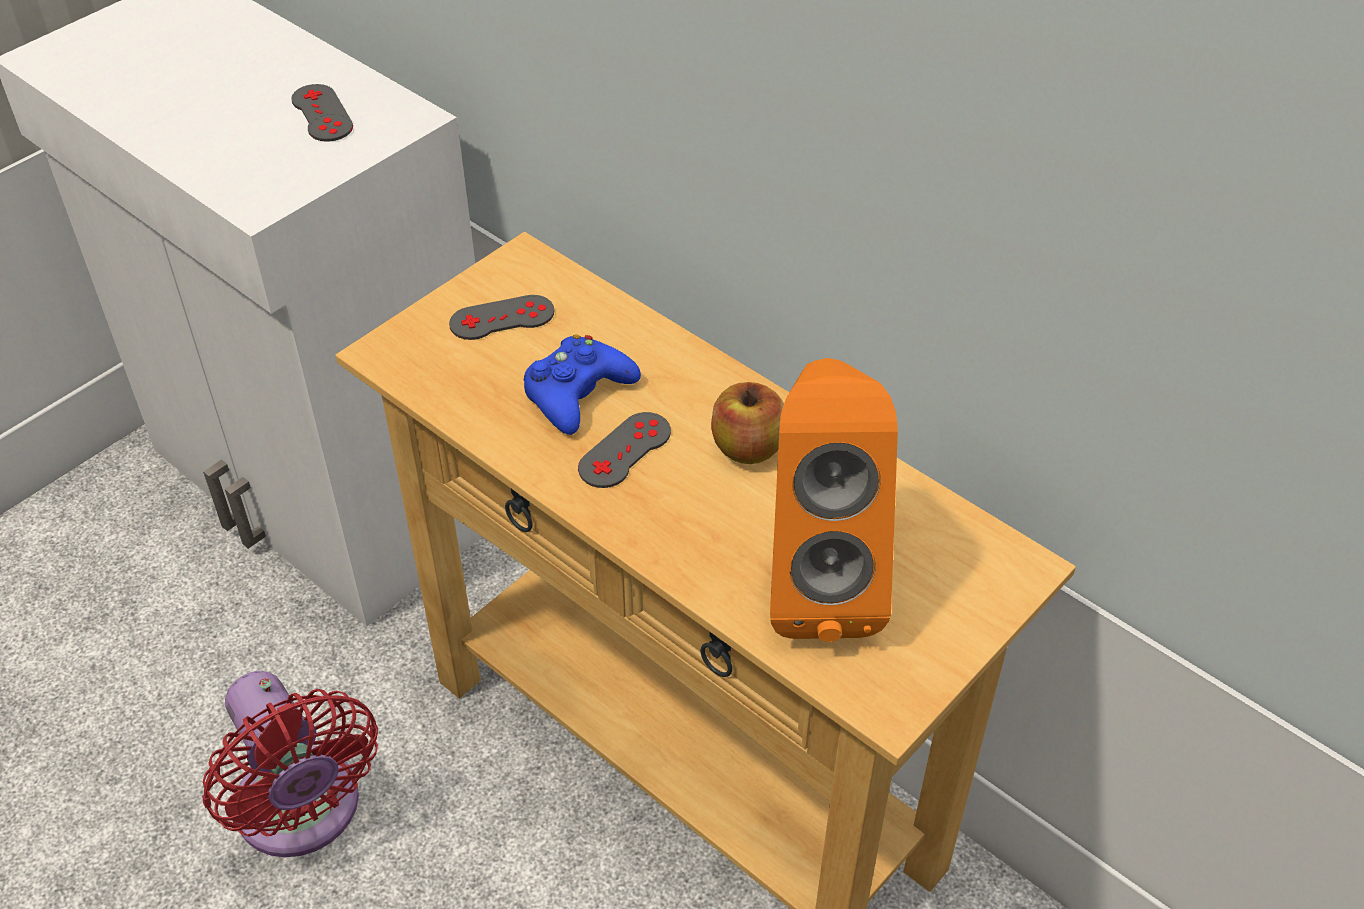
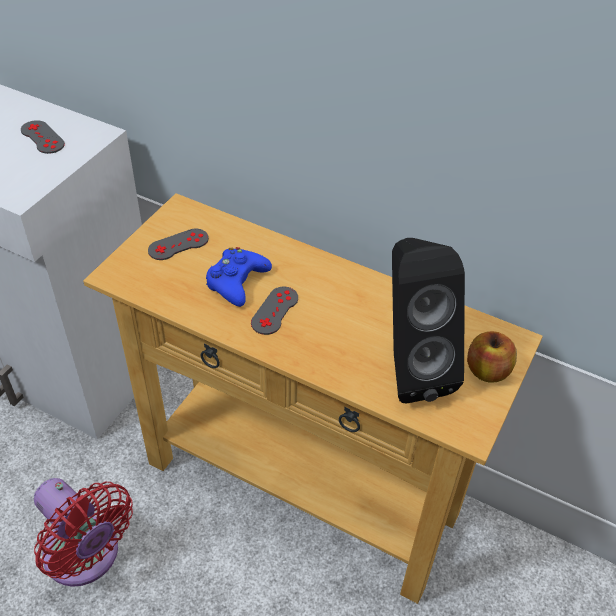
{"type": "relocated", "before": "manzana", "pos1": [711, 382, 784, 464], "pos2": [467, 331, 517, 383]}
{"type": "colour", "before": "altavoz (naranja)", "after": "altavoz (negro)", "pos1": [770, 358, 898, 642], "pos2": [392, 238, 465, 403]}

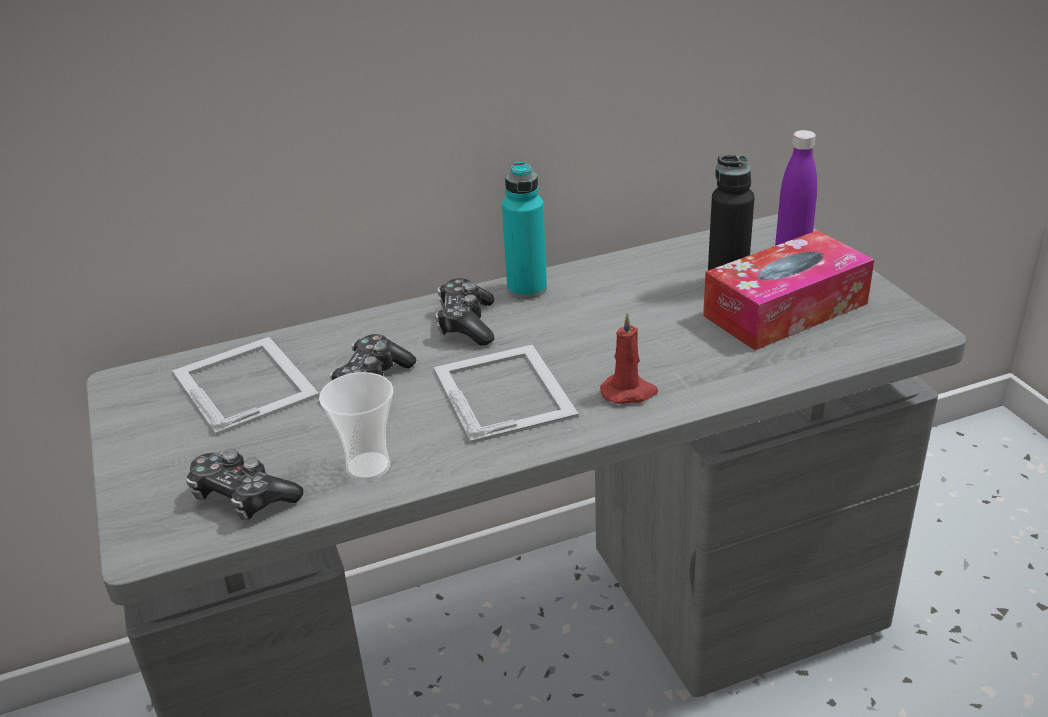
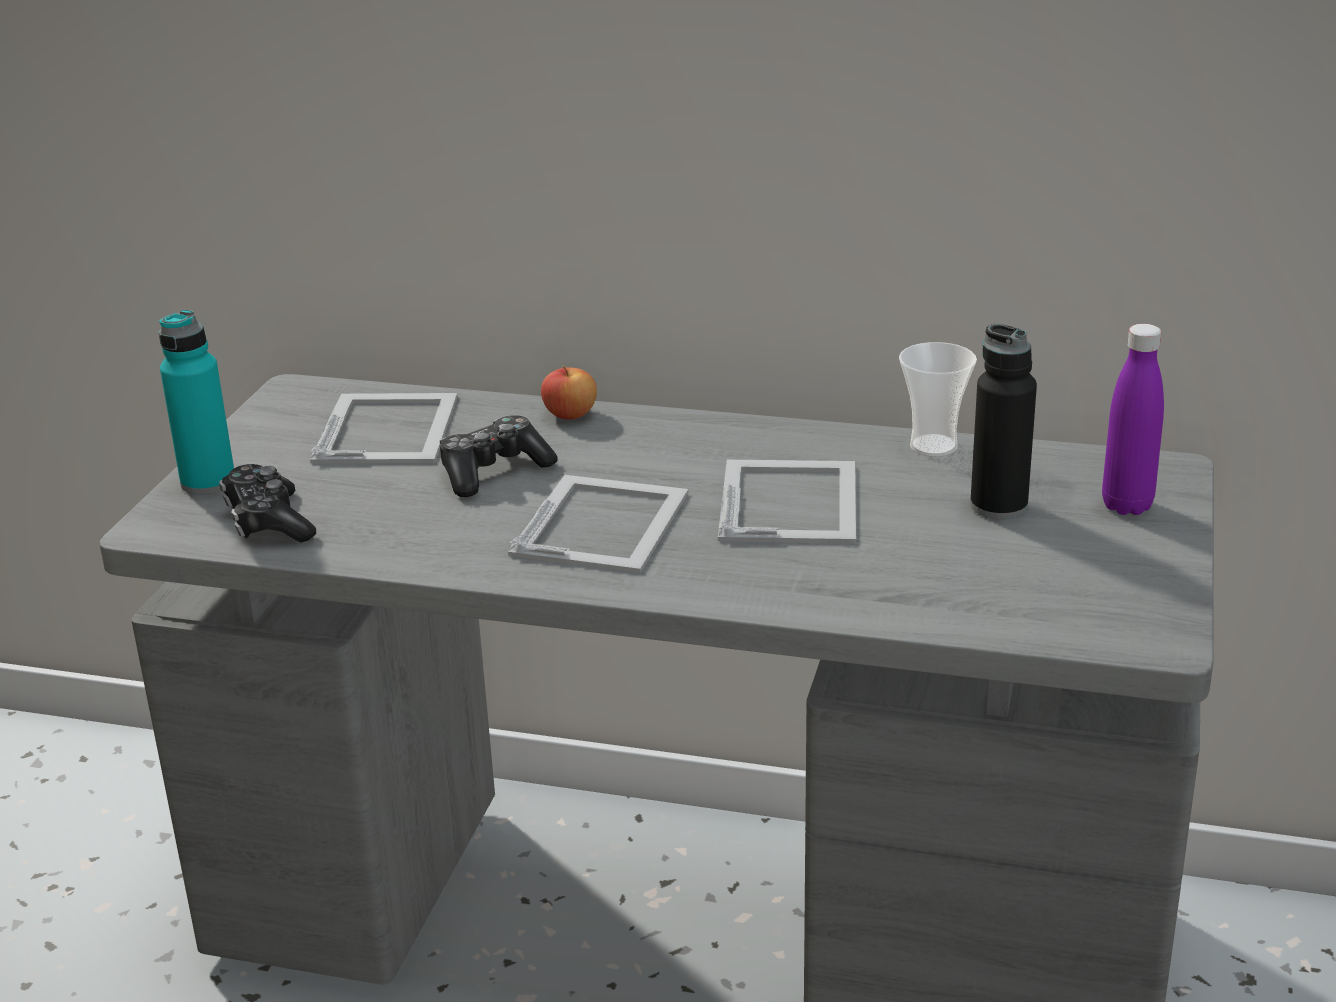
{"type": "missing", "before": "mando de consola", "pos1": [435, 278, 495, 345]}
{"type": "missing", "before": "vela (rojo)", "pos1": [600, 313, 658, 404]}
{"type": "missing", "before": "caja de pañuelos", "pos1": [703, 230, 874, 350]}
{"type": "appeared", "after": "manzana", "pos2": [541, 366, 597, 419]}
{"type": "appeared", "after": "portarretratos", "pos2": [718, 460, 856, 544]}
{"type": "relocated", "before": "taza", "pos1": [319, 372, 393, 481], "pos2": [899, 342, 977, 457]}
{"type": "relocated", "before": "botella (turquesa)", "pos1": [502, 161, 547, 299], "pos2": [159, 310, 234, 495]}

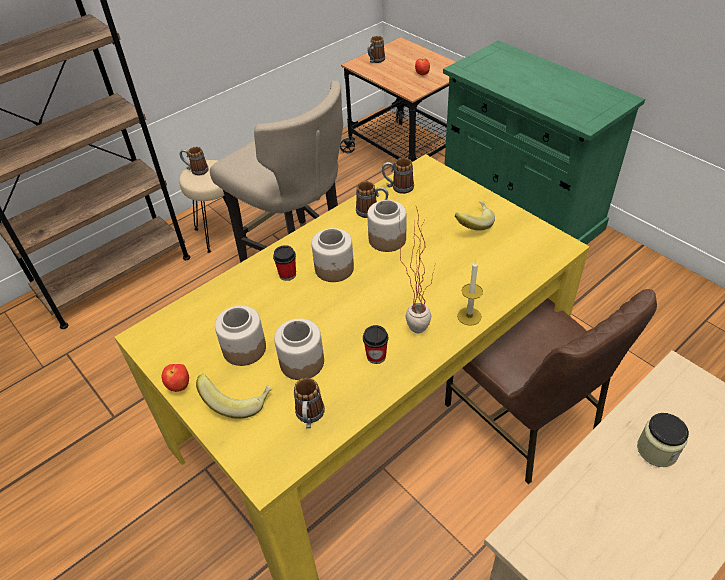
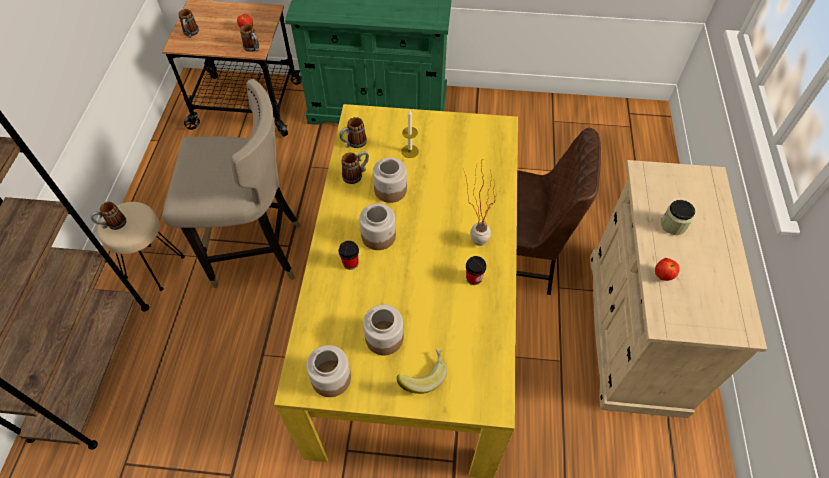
{"type": "missing", "before": "plátano", "pos1": [455, 201, 495, 231]}
{"type": "relocated", "before": "manzana", "pos1": [161, 364, 189, 392], "pos2": [655, 258, 680, 281]}
{"type": "relocated", "before": "tarro", "pos1": [274, 319, 324, 380], "pos2": [306, 345, 351, 397]}
{"type": "relocated", "before": "taza grande", "pos1": [294, 378, 325, 428], "pos2": [240, 24, 259, 52]}
{"type": "relocated", "before": "vela", "pos1": [457, 260, 483, 326], "pos2": [401, 110, 419, 158]}

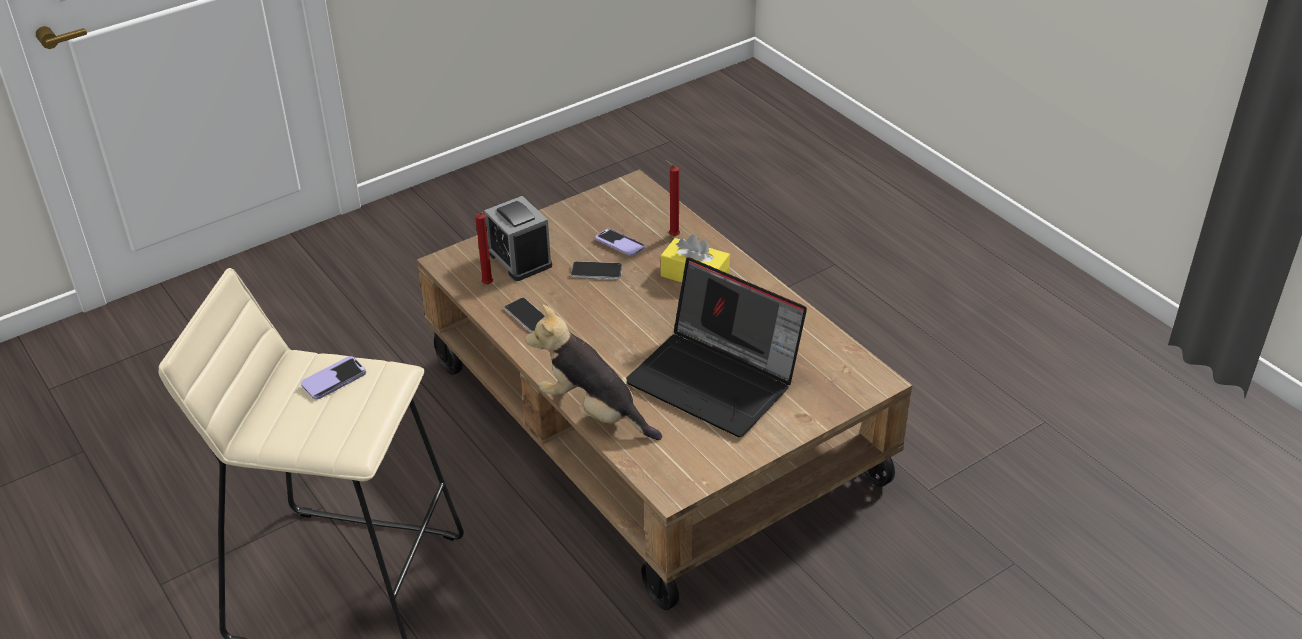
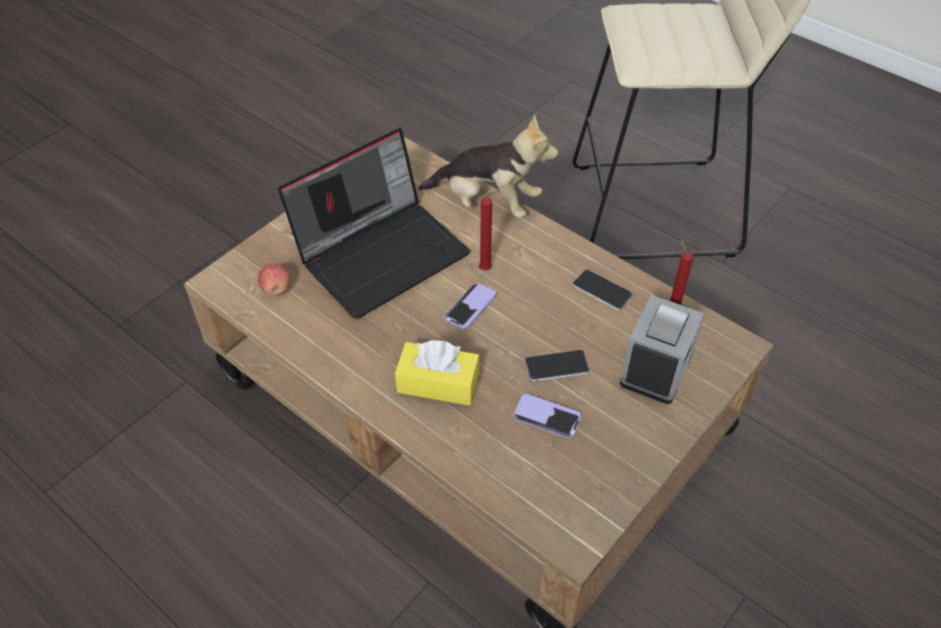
{"type": "appeared", "after": "manzana", "pos2": [258, 264, 291, 296]}
{"type": "relocated", "before": "móvil", "pos1": [301, 356, 366, 400], "pos2": [444, 283, 496, 329]}
{"type": "relocated", "before": "vela (rojo)", "pos1": [665, 160, 680, 237], "pos2": [479, 191, 499, 271]}
{"type": "spun", "before": "despertador", "pos1": [484, 196, 552, 281], "pos2": [620, 295, 704, 404], "turn": 75}
{"type": "spun", "before": "portátil", "pos1": [626, 257, 807, 437], "pos2": [278, 128, 470, 319], "turn": 120}

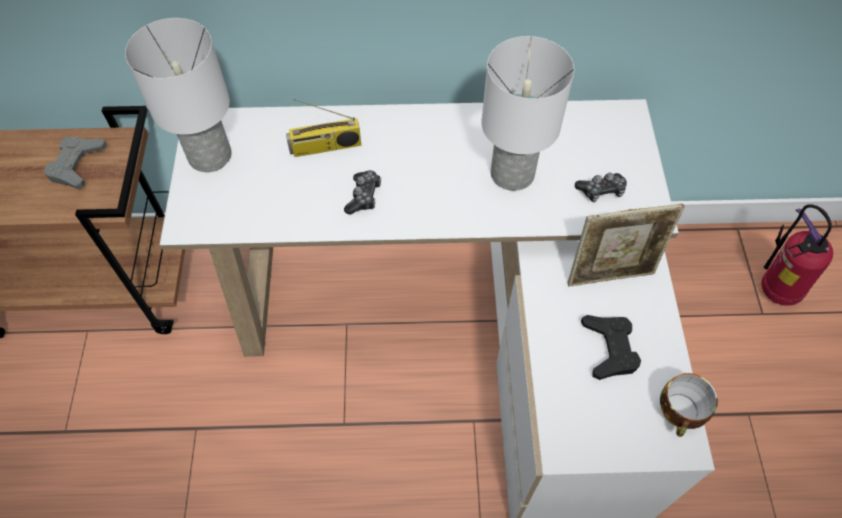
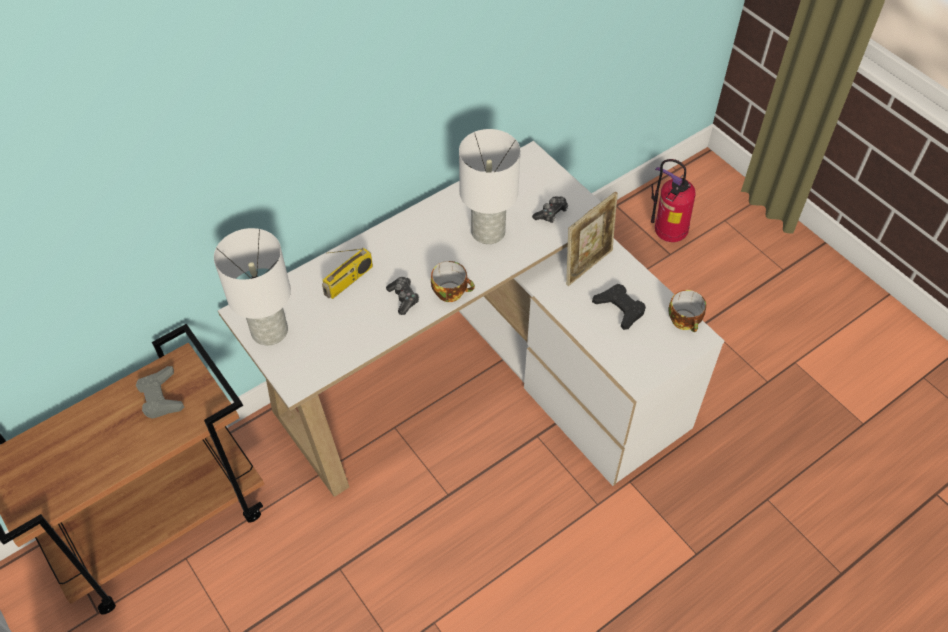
{"type": "appeared", "after": "taza", "pos2": [431, 261, 475, 302]}

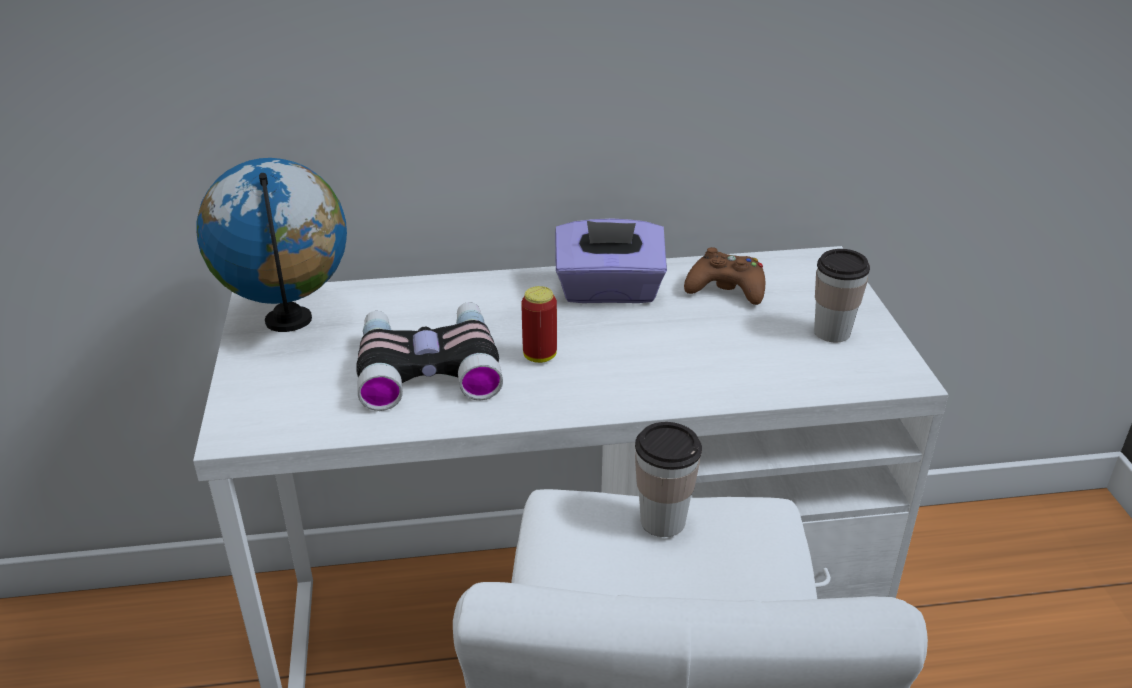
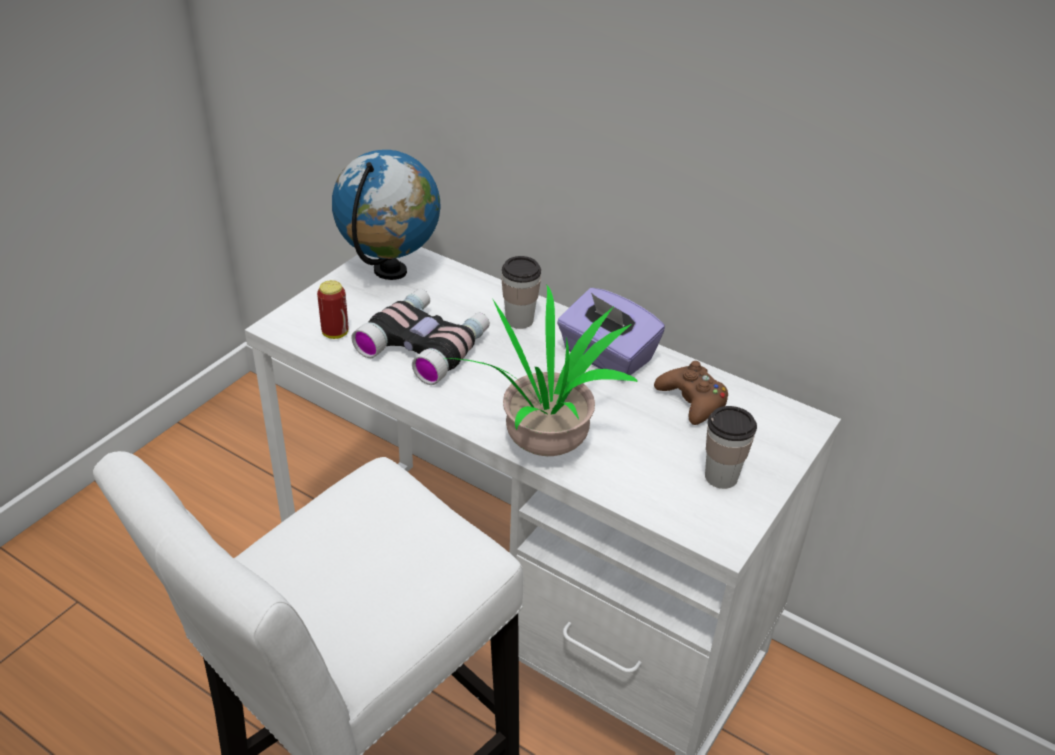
{"type": "appeared", "after": "planta en maceta", "pos2": [444, 285, 638, 456]}
{"type": "relocated", "before": "lata", "pos1": [521, 286, 557, 363], "pos2": [317, 280, 348, 339]}
{"type": "relocated", "before": "taza", "pos1": [635, 422, 702, 537], "pos2": [501, 256, 541, 329]}

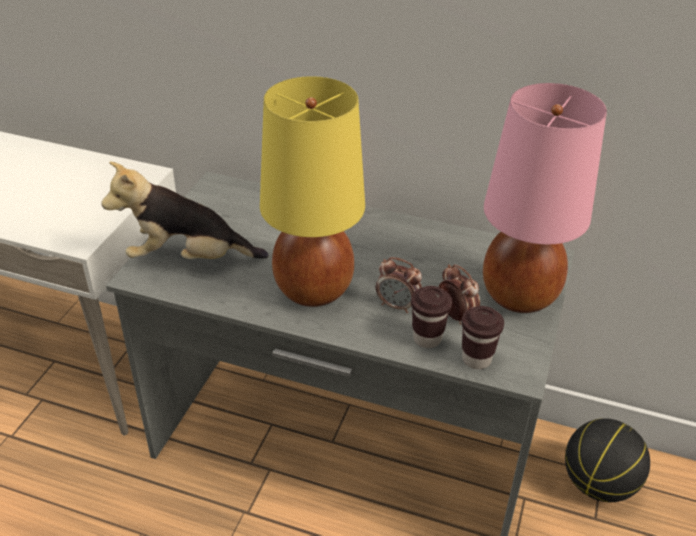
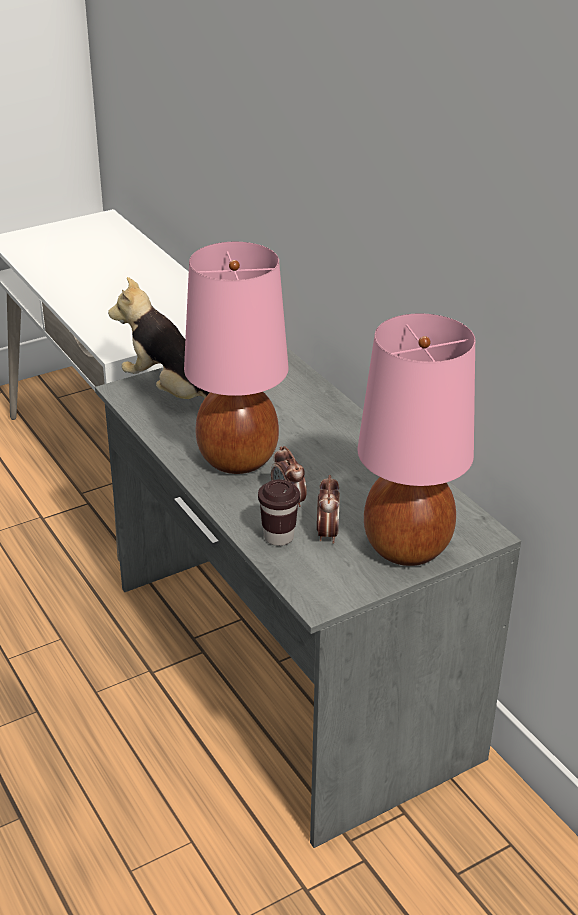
{"type": "missing", "before": "taza (marrón)", "pos1": [462, 306, 504, 369]}
{"type": "missing", "before": "balón de baloncesto", "pos1": [565, 418, 650, 502]}
{"type": "colour", "before": "lámpara de mesa (amarillo)", "after": "lámpara de mesa (rosa)", "pos1": [260, 76, 365, 307], "pos2": [184, 242, 288, 474]}

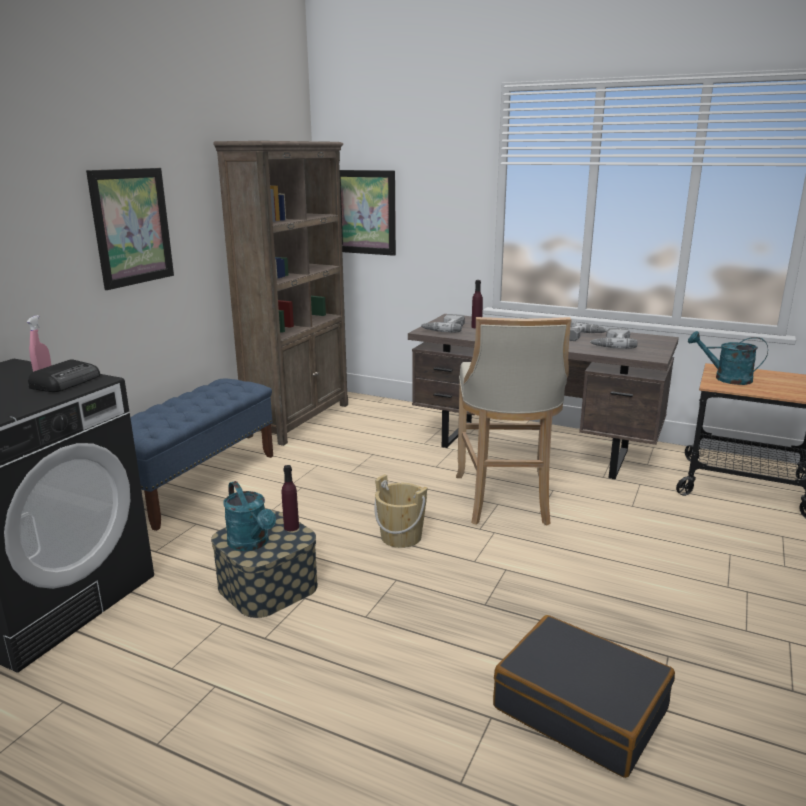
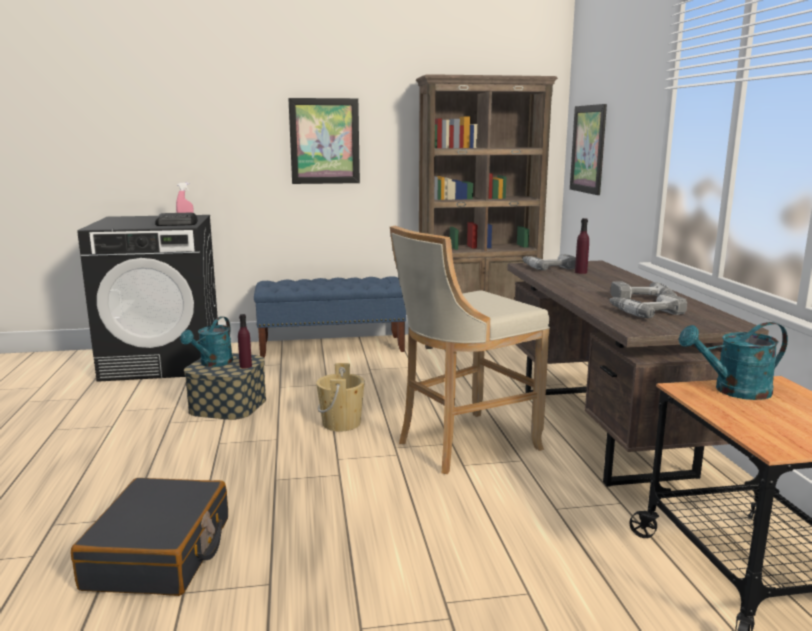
{"type": "spun", "before": "regadera (turquesa)", "pos1": [688, 331, 768, 385], "pos2": [679, 322, 788, 400], "turn": -90}

